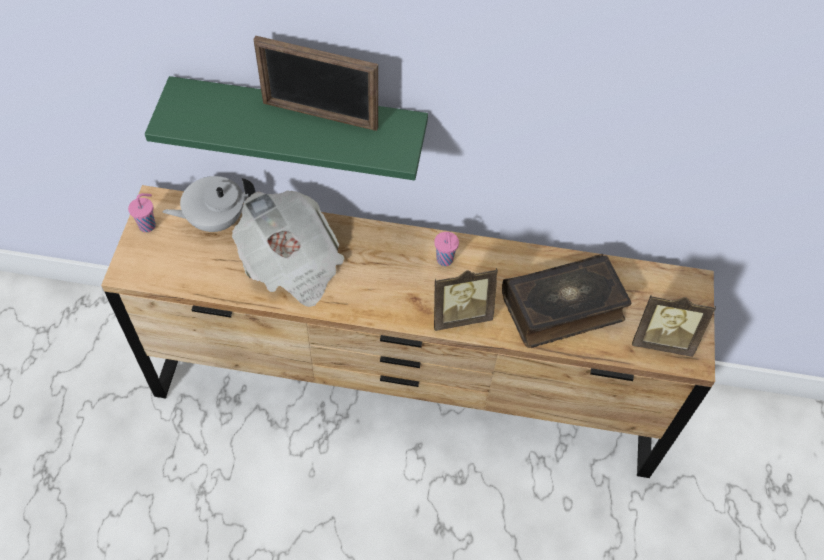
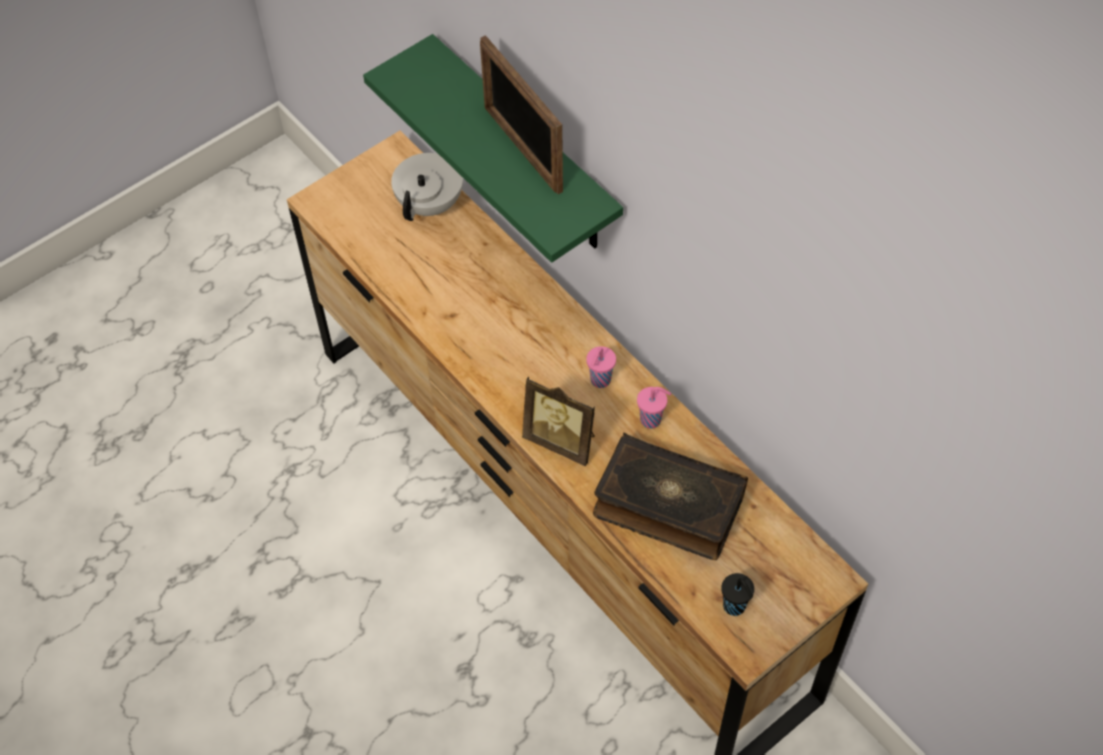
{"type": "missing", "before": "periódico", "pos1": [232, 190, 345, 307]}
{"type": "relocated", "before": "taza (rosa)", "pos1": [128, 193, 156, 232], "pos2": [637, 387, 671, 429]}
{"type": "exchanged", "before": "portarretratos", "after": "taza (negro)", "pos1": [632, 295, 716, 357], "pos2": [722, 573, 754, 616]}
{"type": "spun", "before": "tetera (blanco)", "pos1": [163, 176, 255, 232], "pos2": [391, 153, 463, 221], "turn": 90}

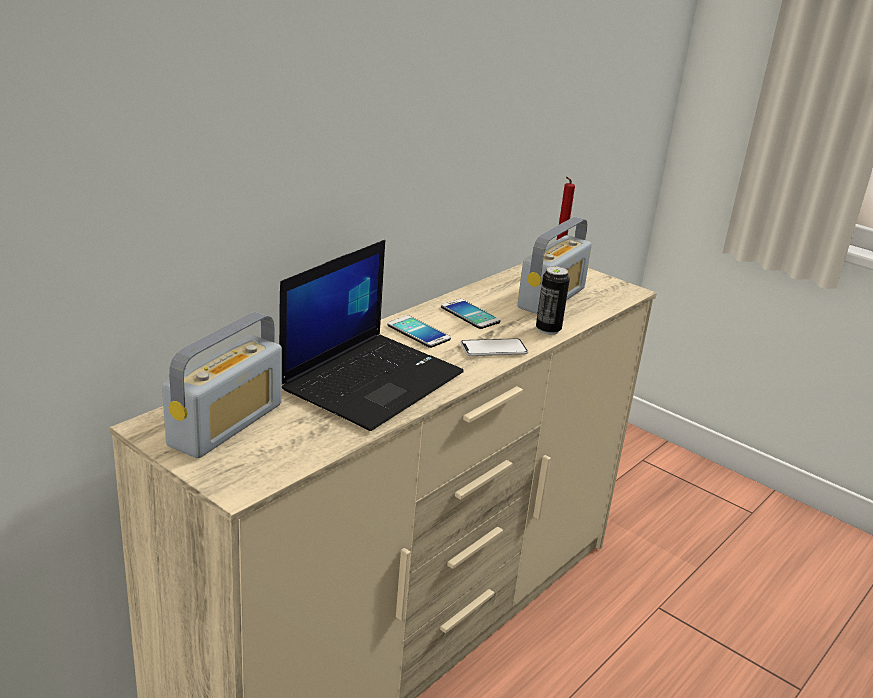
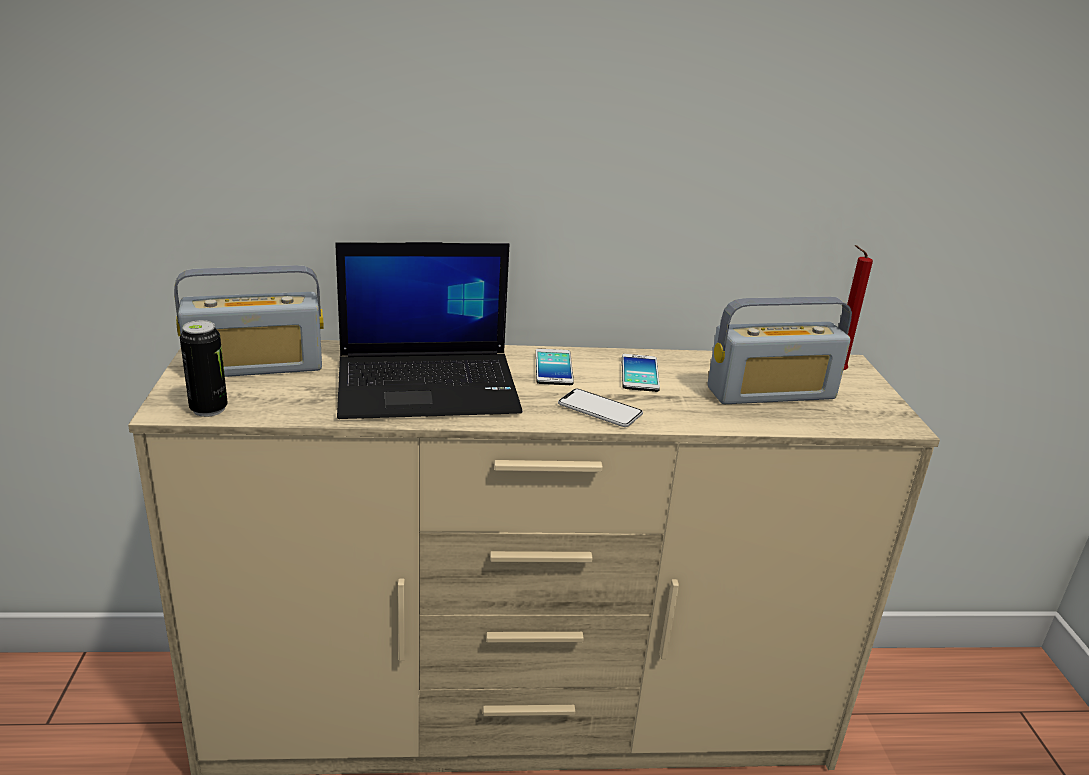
{"type": "relocated", "before": "lata", "pos1": [536, 266, 570, 335], "pos2": [180, 320, 228, 417]}

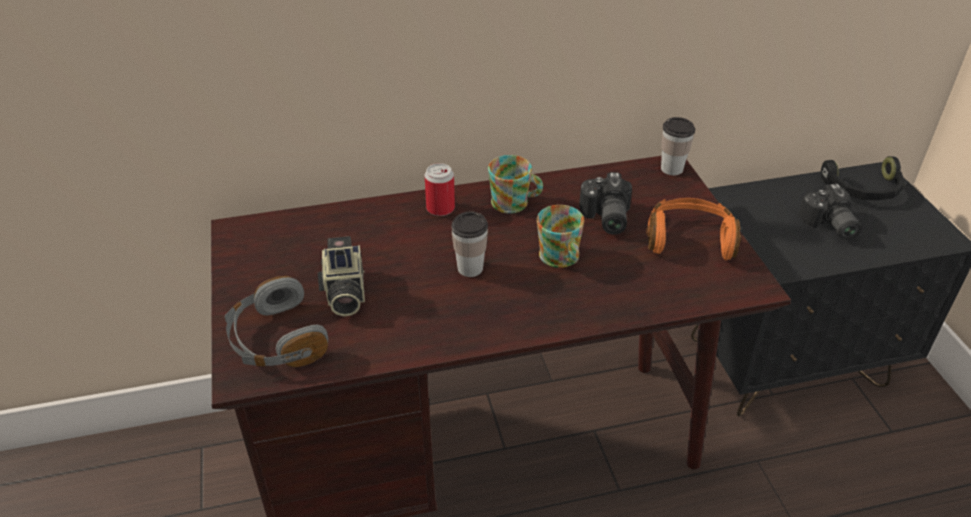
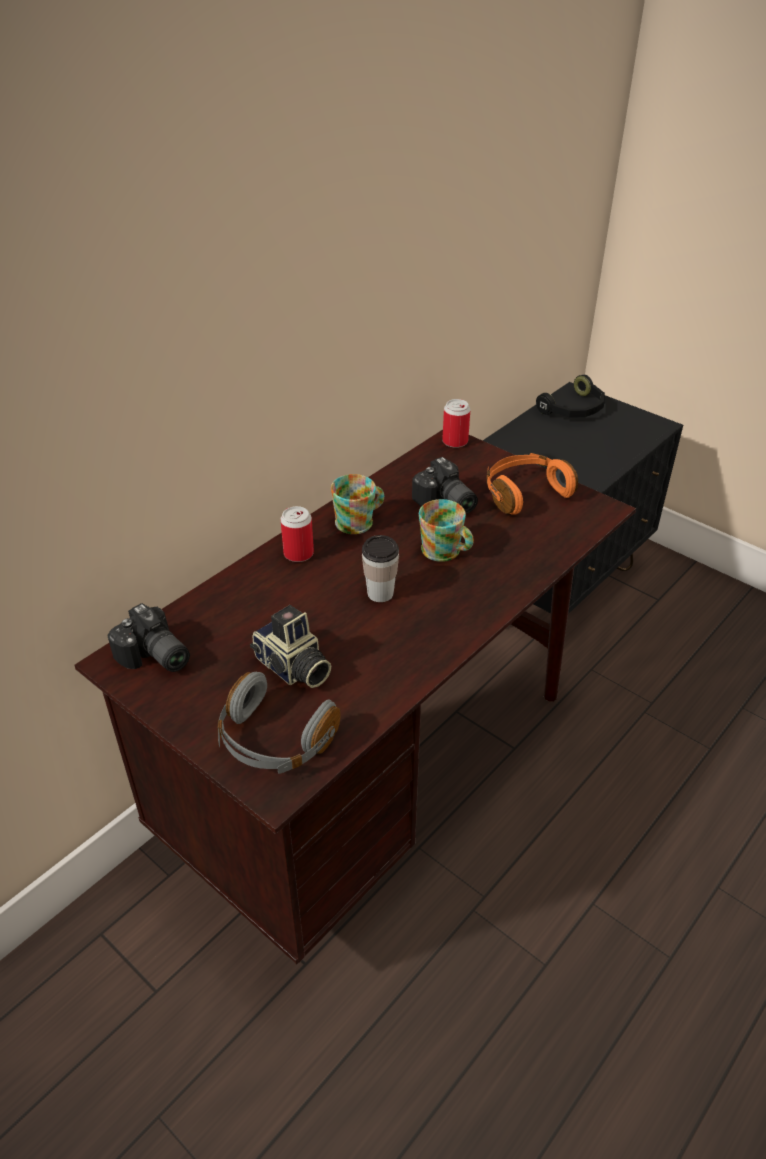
{"type": "relocated", "before": "cámara", "pos1": [798, 183, 861, 240], "pos2": [107, 603, 190, 672]}
{"type": "exchanged", "before": "taza", "after": "lata", "pos1": [661, 117, 695, 175], "pos2": [442, 399, 470, 448]}

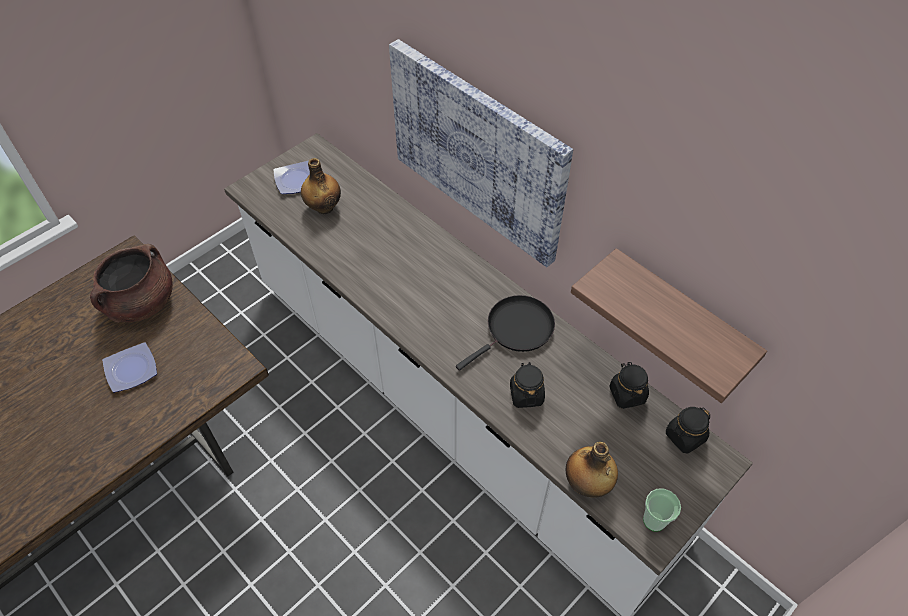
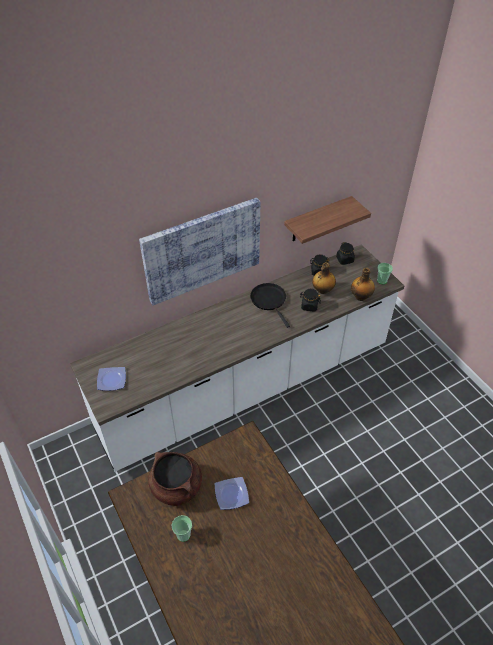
{"type": "appeared", "after": "taza", "pos2": [172, 515, 192, 542]}
{"type": "relocated", "before": "botella", "pos1": [301, 158, 341, 214], "pos2": [312, 262, 336, 294]}

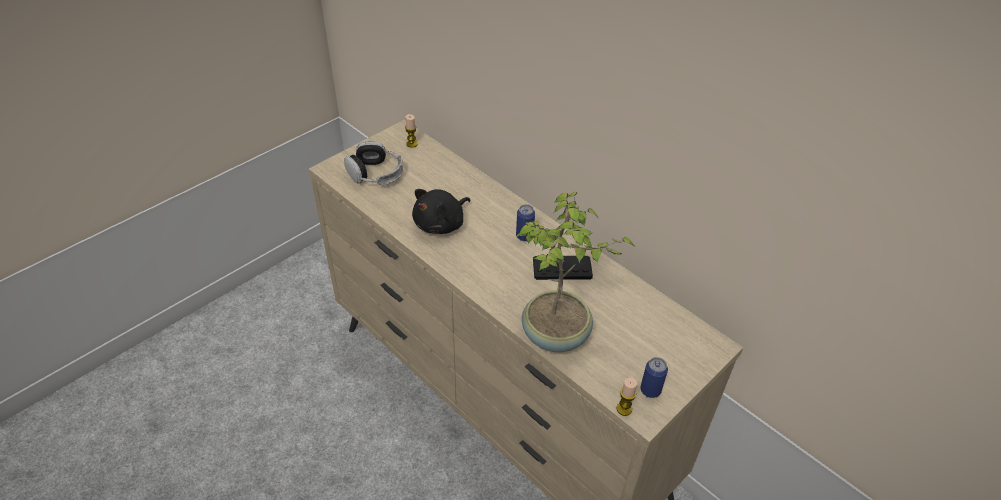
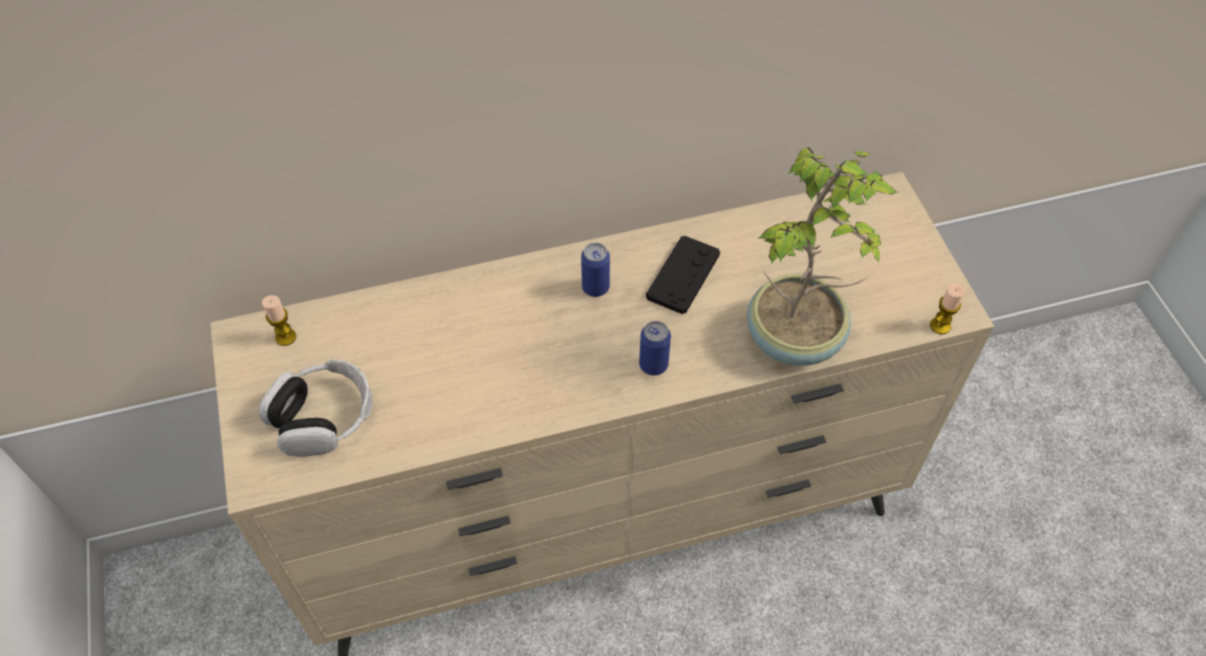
{"type": "missing", "before": "peluche (negro)", "pos1": [412, 189, 470, 234]}
{"type": "relocated", "before": "lata", "pos1": [640, 357, 668, 398], "pos2": [639, 321, 671, 375]}

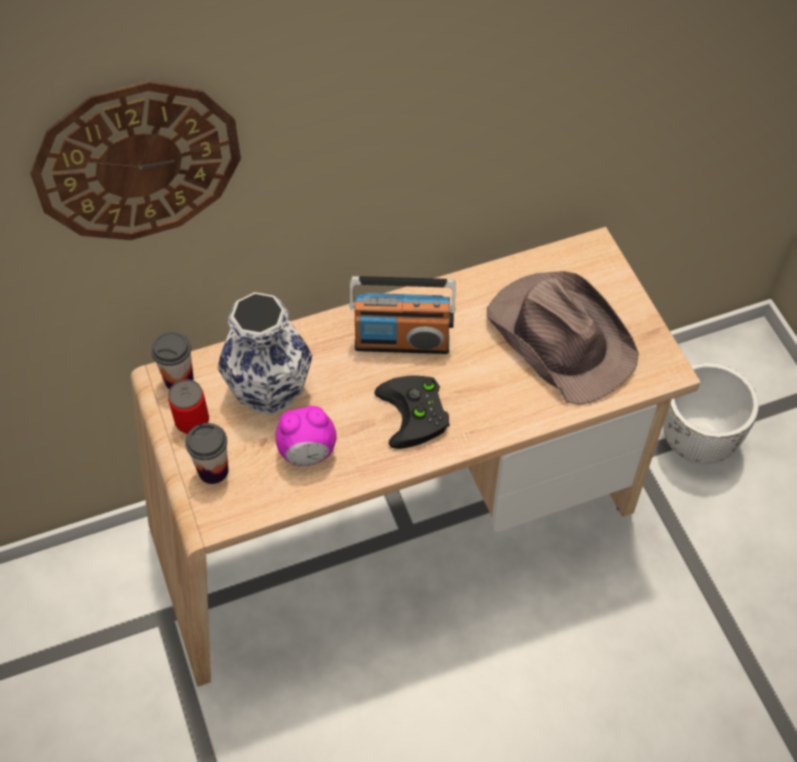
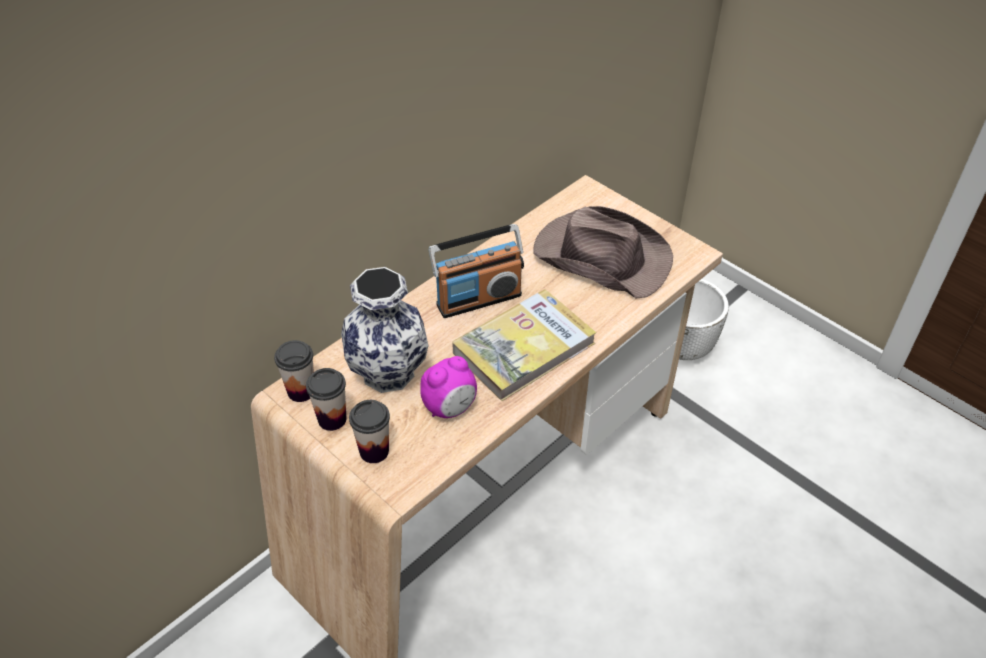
{"type": "missing", "before": "reloj de pared", "pos1": [30, 81, 241, 240]}
{"type": "exchanged", "before": "lata", "after": "taza", "pos1": [168, 379, 209, 434], "pos2": [306, 368, 346, 431]}
{"type": "exchanged", "before": "mando de consola (negro)", "after": "libro", "pos1": [374, 376, 450, 449], "pos2": [452, 289, 596, 401]}

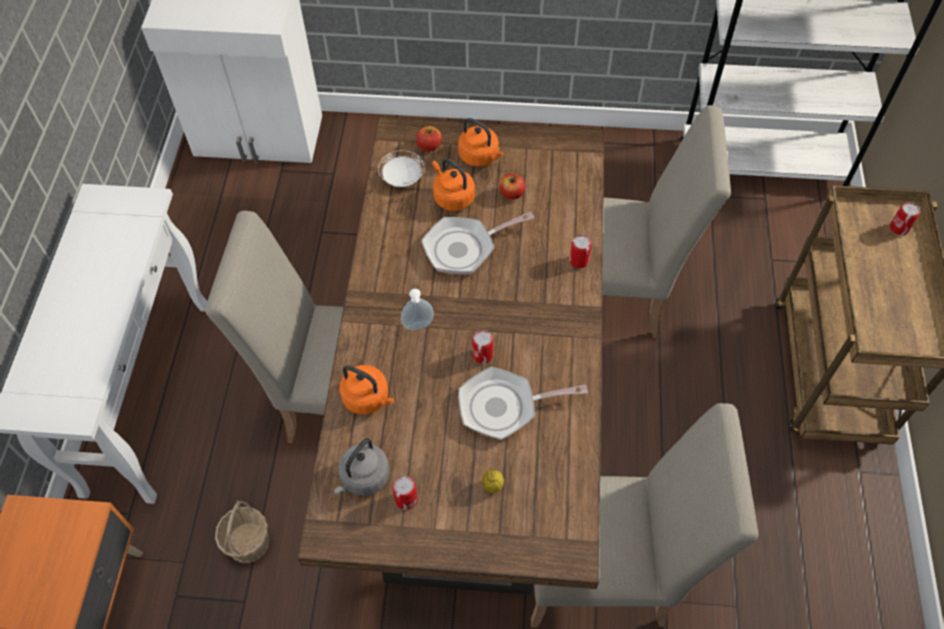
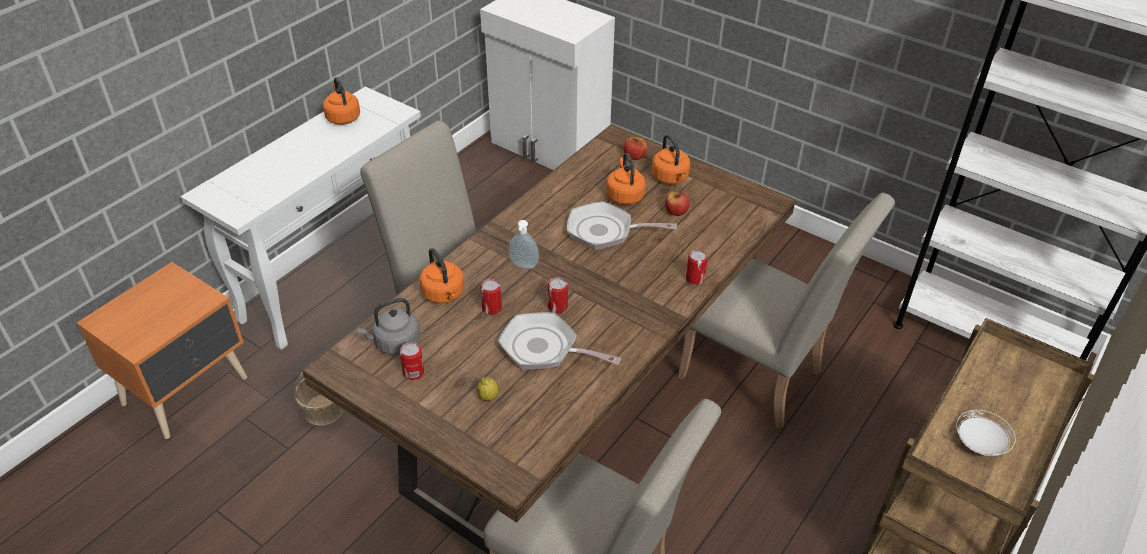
{"type": "appeared", "after": "hervidor (naranja)", "pos2": [323, 77, 360, 125]}
{"type": "relocated", "before": "plato (blanco)", "pos1": [378, 150, 424, 187], "pos2": [956, 410, 1016, 456]}
{"type": "relocated", "before": "lata", "pos1": [890, 202, 920, 235], "pos2": [480, 278, 502, 315]}

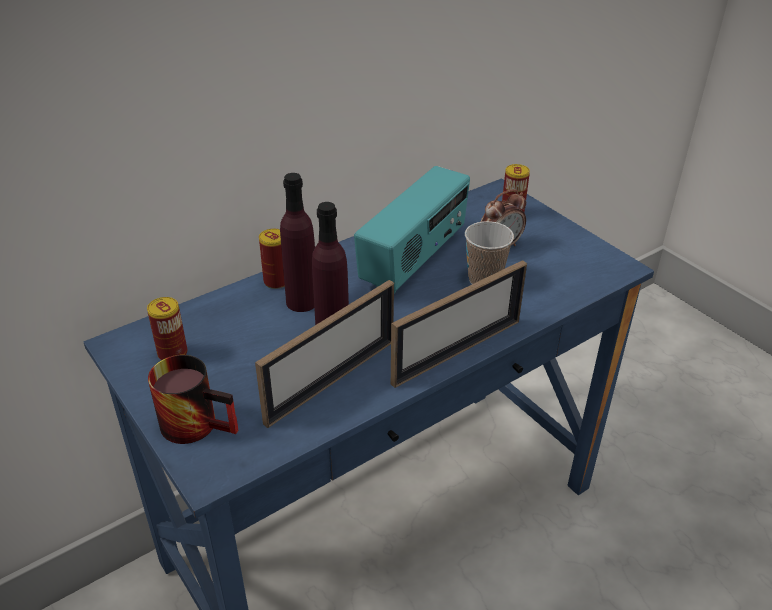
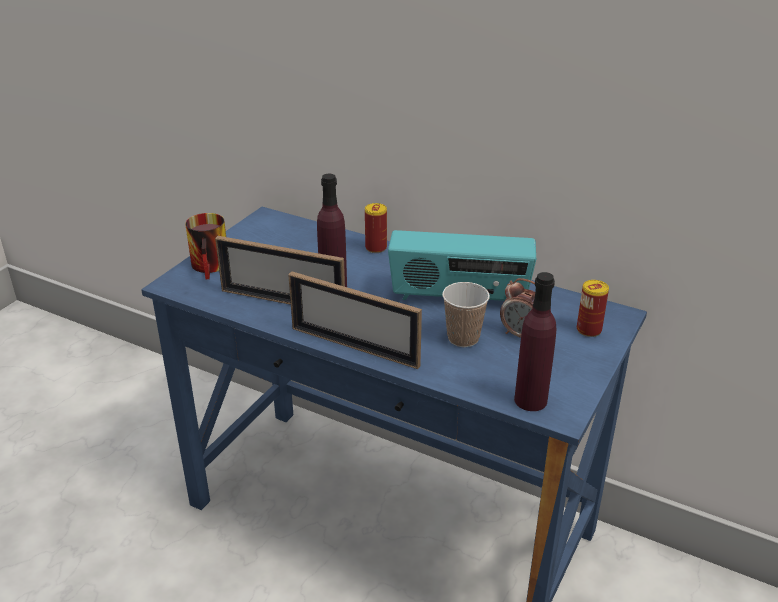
{"type": "missing", "before": "lata", "pos1": [147, 297, 187, 360]}
{"type": "relocated", "before": "botella (morado)", "pos1": [280, 173, 315, 312], "pos2": [514, 272, 556, 411]}

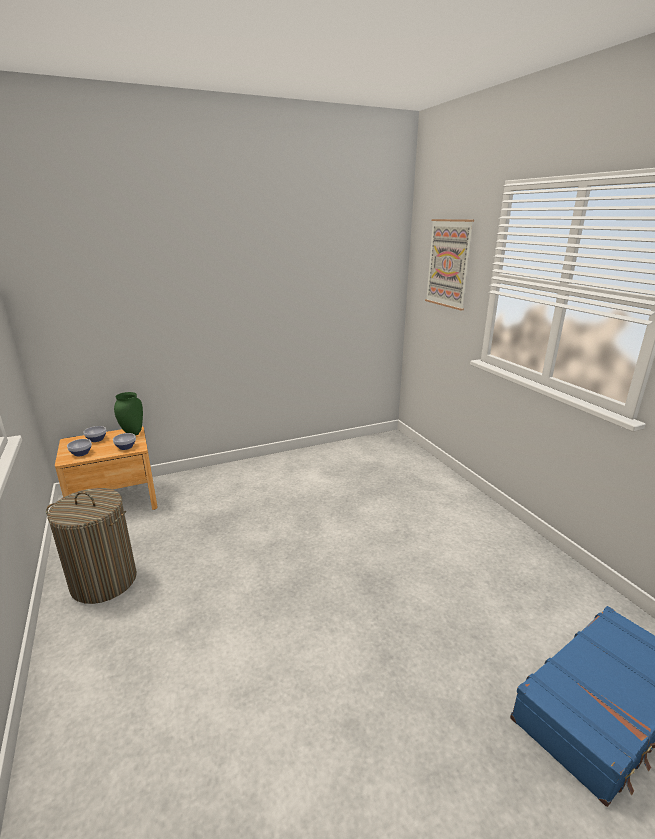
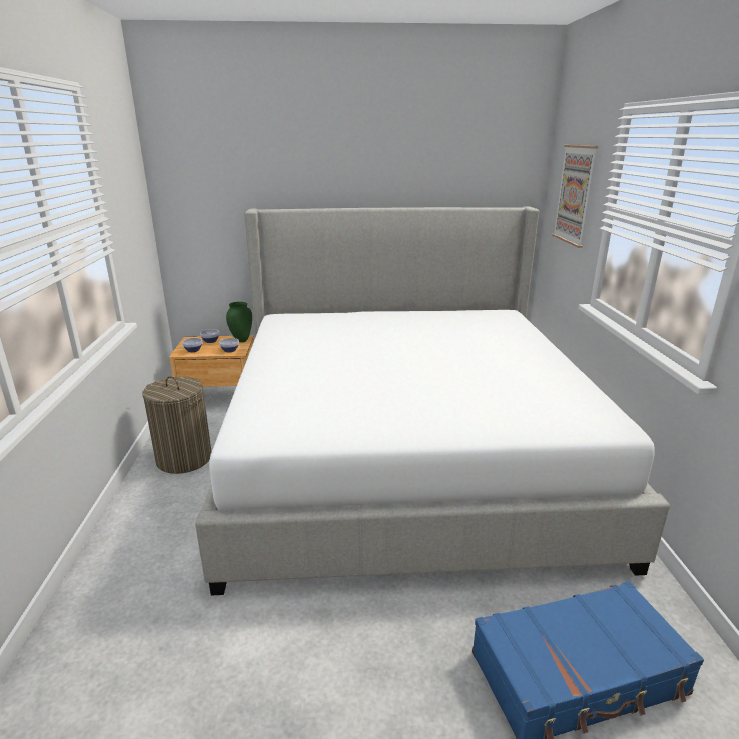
{"type": "appeared", "after": "cama", "pos2": [195, 206, 670, 596]}

